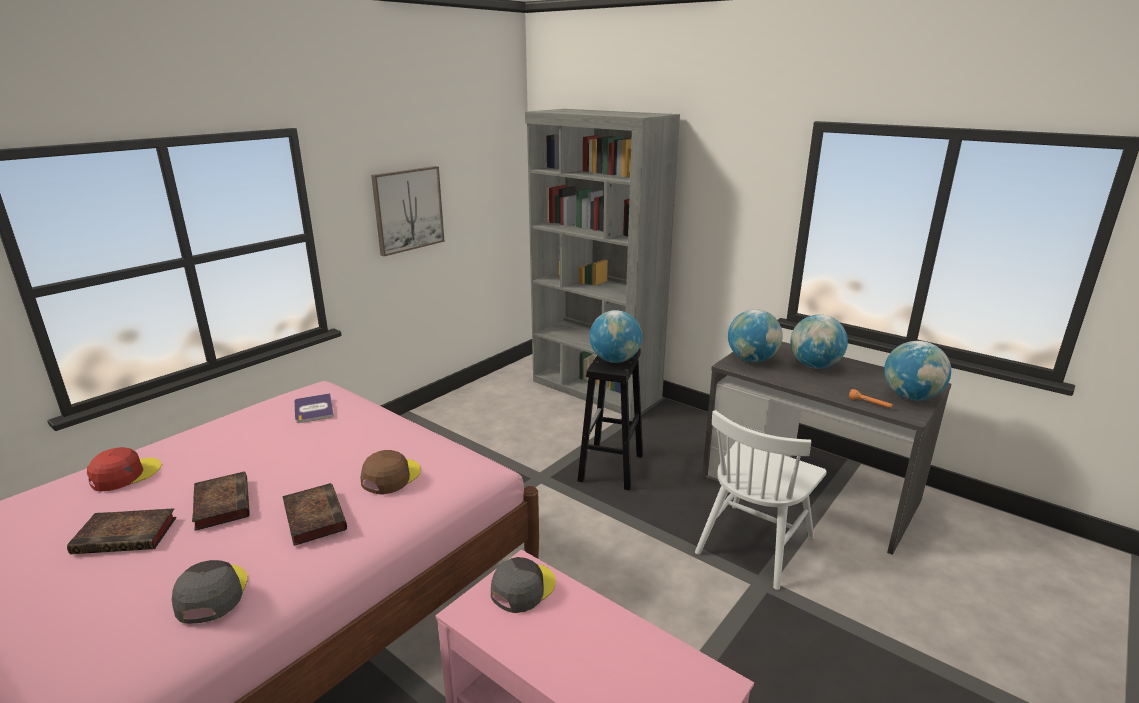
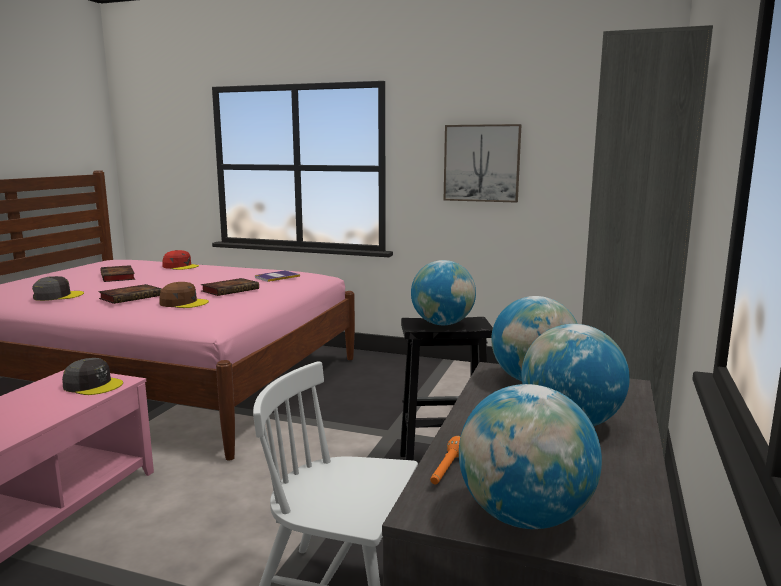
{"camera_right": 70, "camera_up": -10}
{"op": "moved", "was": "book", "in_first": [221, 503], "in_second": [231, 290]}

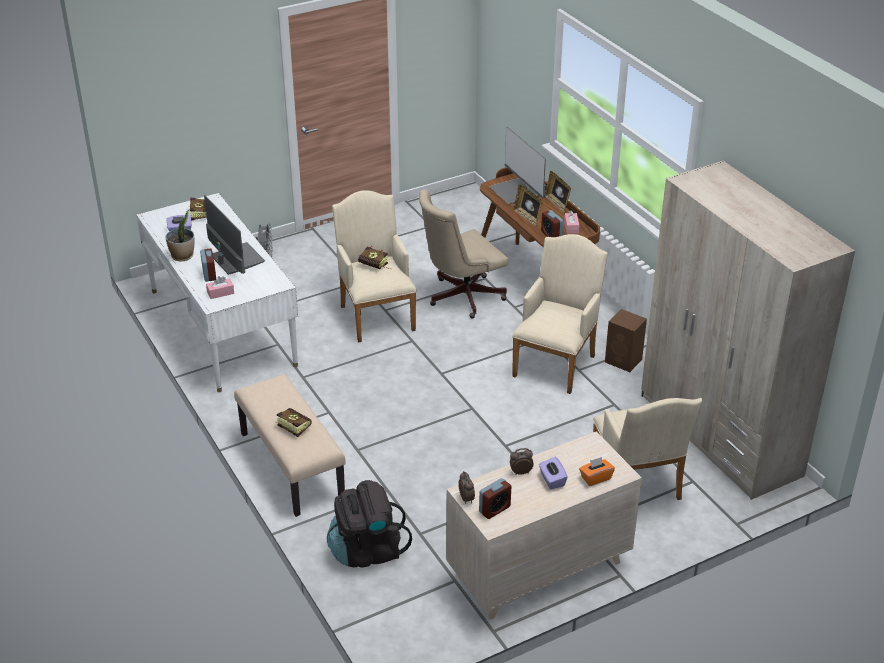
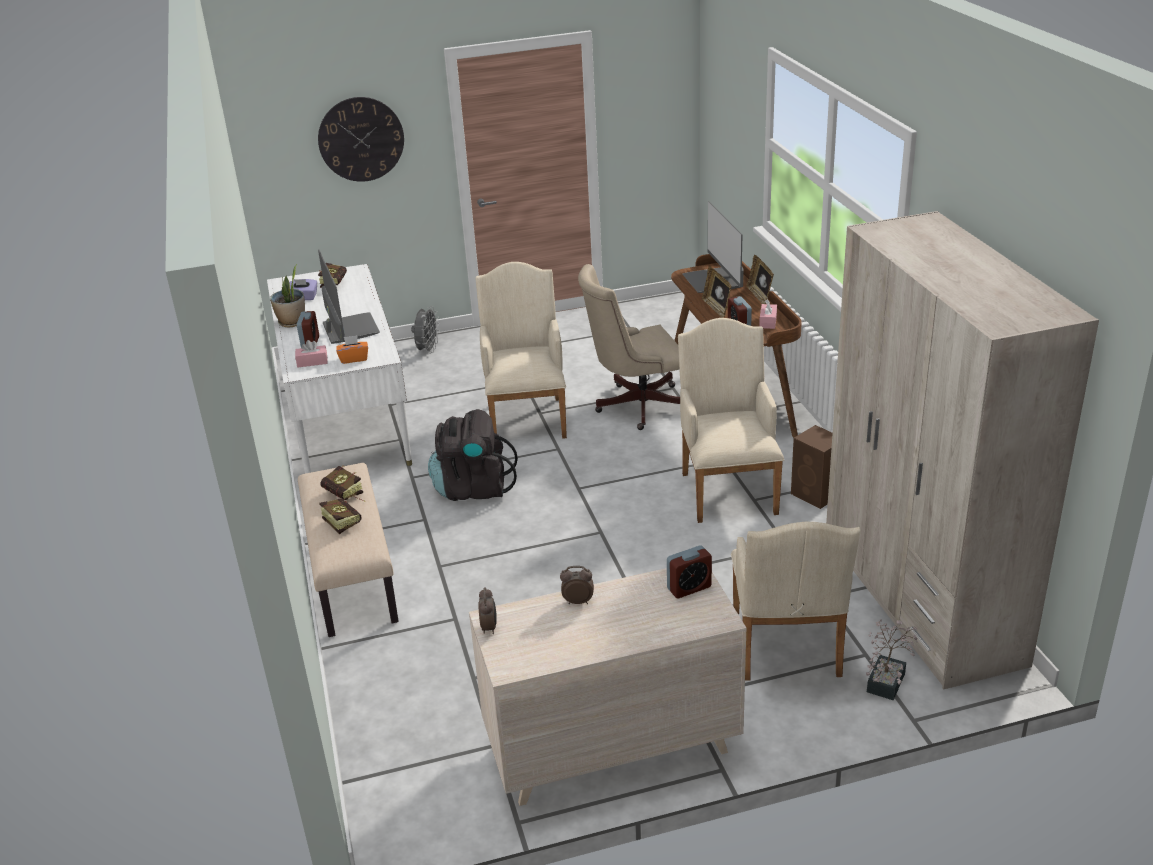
{"camera_right": 15, "camera_up": -5}
{"op": "moved", "was": "black backpack", "in_first": [367, 550], "in_second": [473, 488]}
{"op": "moved", "was": "book", "in_first": [376, 267], "in_second": [346, 496]}
{"op": "moved", "was": "alarm clock", "in_first": [494, 509], "in_second": [689, 588]}
{"op": "turned", "was": "beige armchair", "in_first": [556, 362], "in_second": [728, 489], "clockwise": -45}
{"op": "removed", "was": "purple tissue box", "in_first": [552, 480]}
{"op": "moved", "was": "orange tissue box", "in_first": [595, 478], "in_second": [354, 359]}
{"op": "added", "now": "wall clock", "in_second": [361, 139]}
{"op": "added", "now": "potted plant", "in_second": [888, 679]}

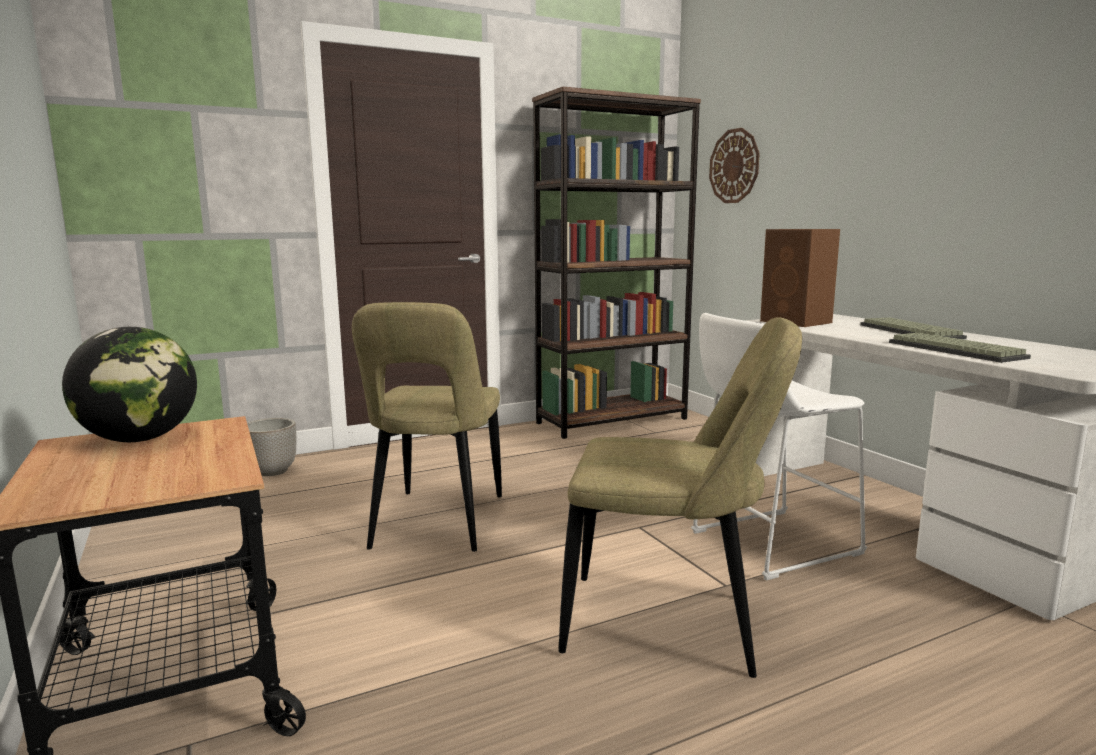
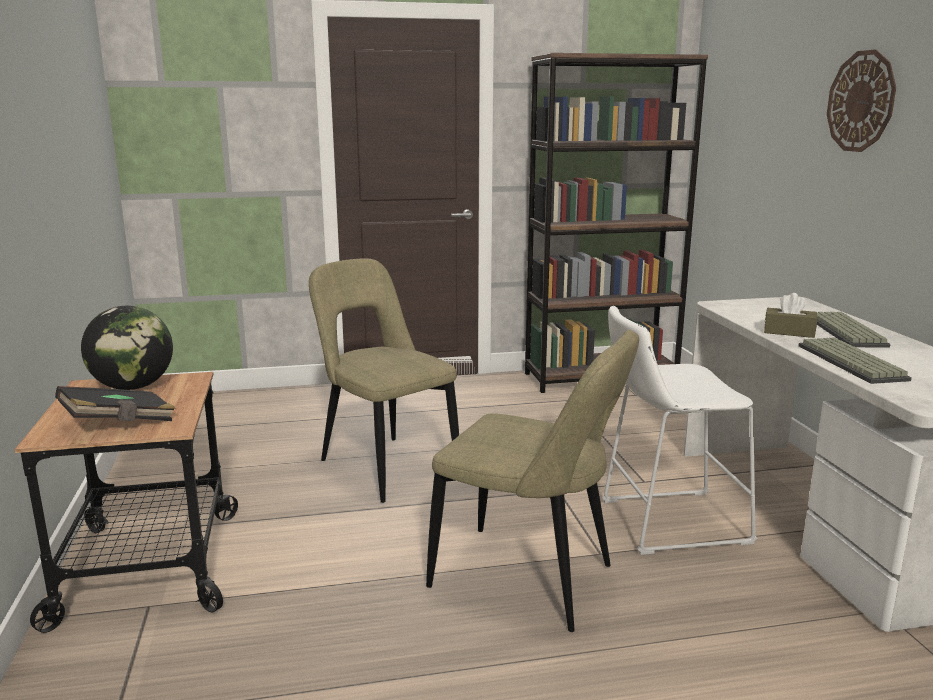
{"camera_right": 15, "camera_up": 5}
{"op": "removed", "was": "planter", "in_first": [273, 472]}
{"op": "turned", "was": "beige chair", "in_first": [436, 525], "in_second": [385, 465], "clockwise": 120}
{"op": "moved", "was": "wall clock", "in_first": [734, 166], "in_second": [861, 101]}
{"op": "removed", "was": "brown speaker", "in_first": [797, 322]}
{"op": "added", "now": "black book", "in_second": [119, 423]}
{"op": "added", "now": "brown tissue box", "in_second": [789, 332]}

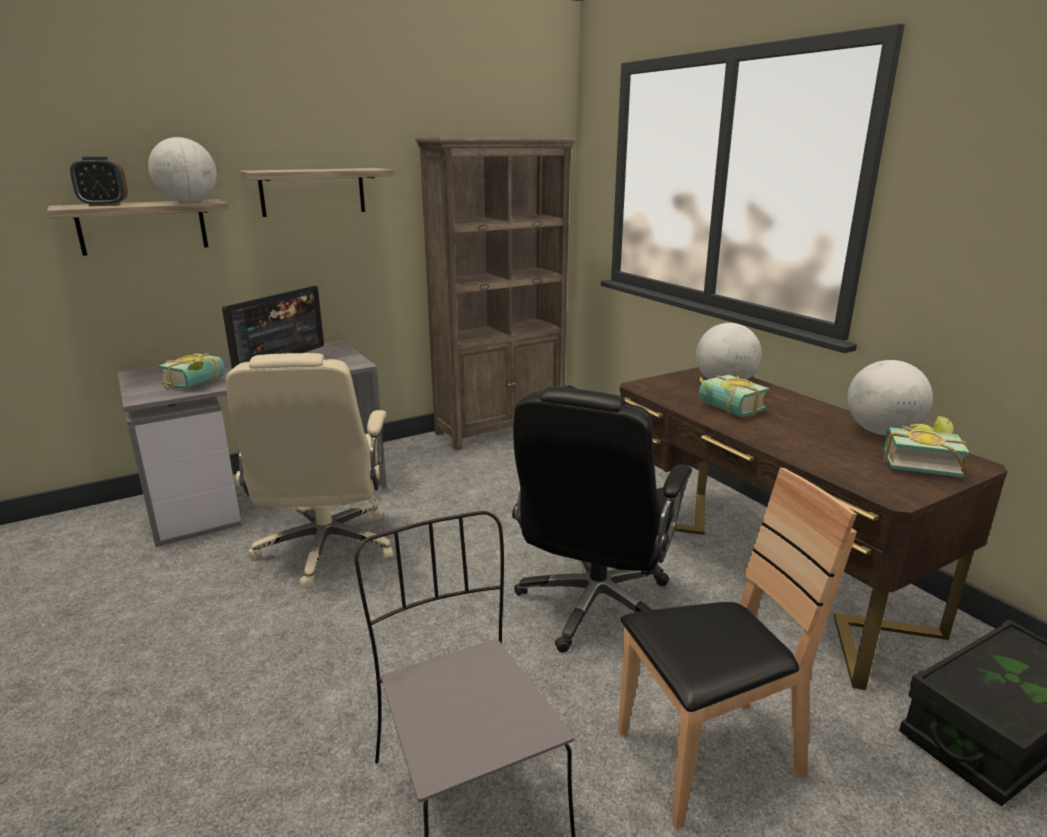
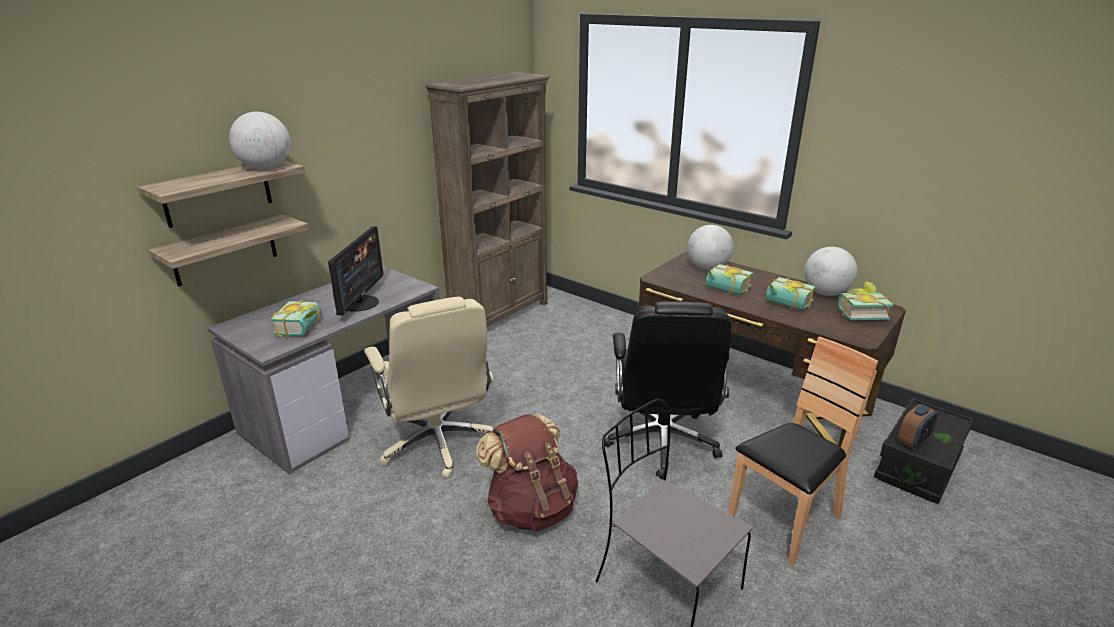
{"camera_right": -20, "camera_up": 5}
{"op": "moved", "was": "alarm clock", "in_first": [104, 205], "in_second": [913, 442]}
{"op": "moved", "was": "shelf", "in_first": [313, 192], "in_second": [225, 250]}
{"op": "added", "now": "brown backpack", "in_second": [531, 508]}
{"op": "added", "now": "book", "in_second": [786, 305]}

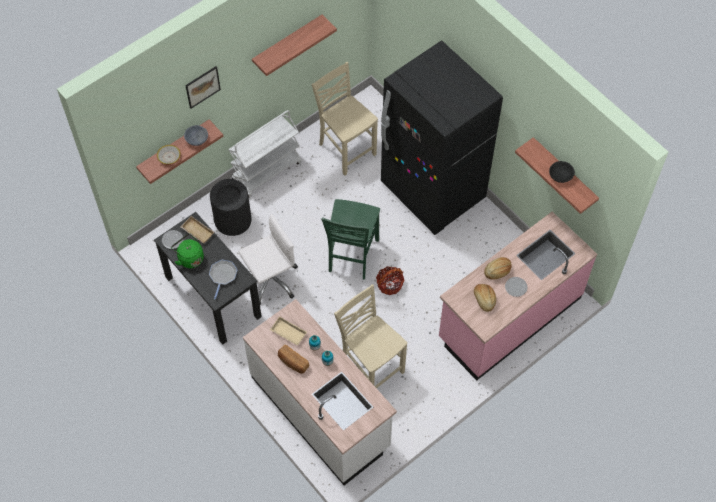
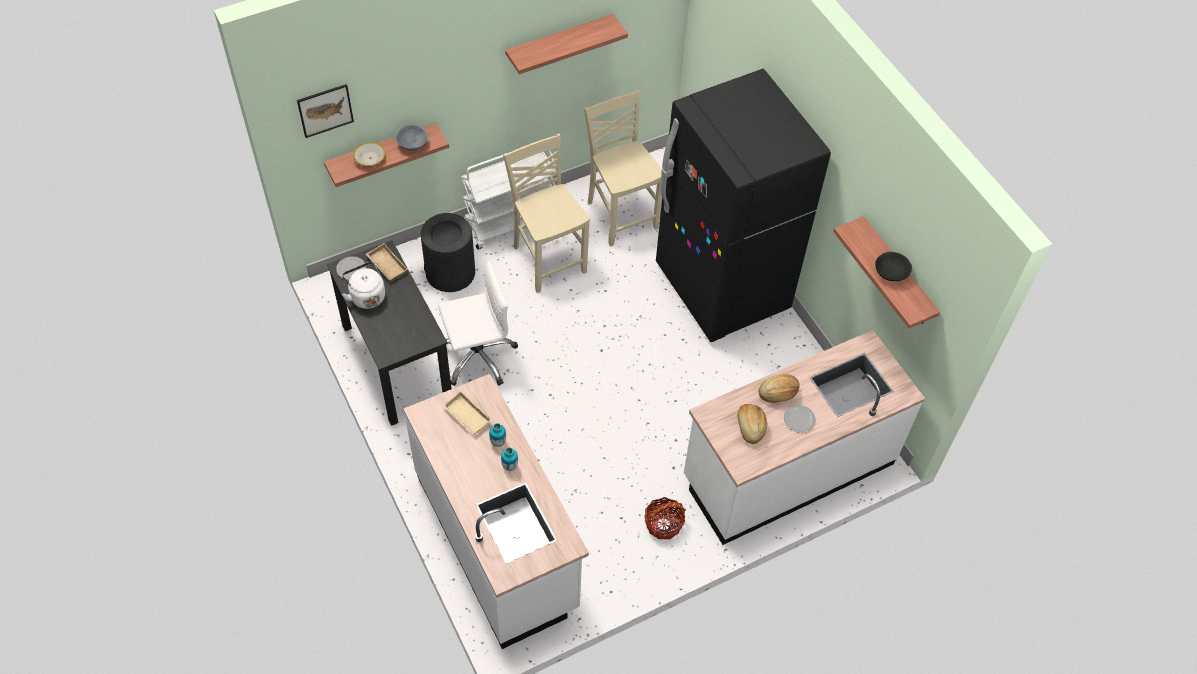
{"camera_right": 10, "camera_up": -5}
{"op": "recoloured", "was": "green kettle", "now": "white kettle", "in_first": [189, 258], "in_second": [366, 295]}
{"op": "moved", "was": "picture", "in_first": [202, 87], "in_second": [325, 110]}
{"op": "removed", "was": "frying pan", "in_first": [222, 275]}
{"op": "removed", "was": "bread", "in_first": [293, 362]}
{"op": "removed", "was": "green chair", "in_first": [352, 256]}
{"op": "moved", "was": "beige chair", "in_first": [371, 367], "in_second": [548, 259]}
{"op": "moved", "was": "basket", "in_first": [389, 284], "in_second": [663, 524]}
{"op": "recoloured", "was": "pink counter", "now": "white counter", "in_first": [509, 317], "in_second": [787, 470]}

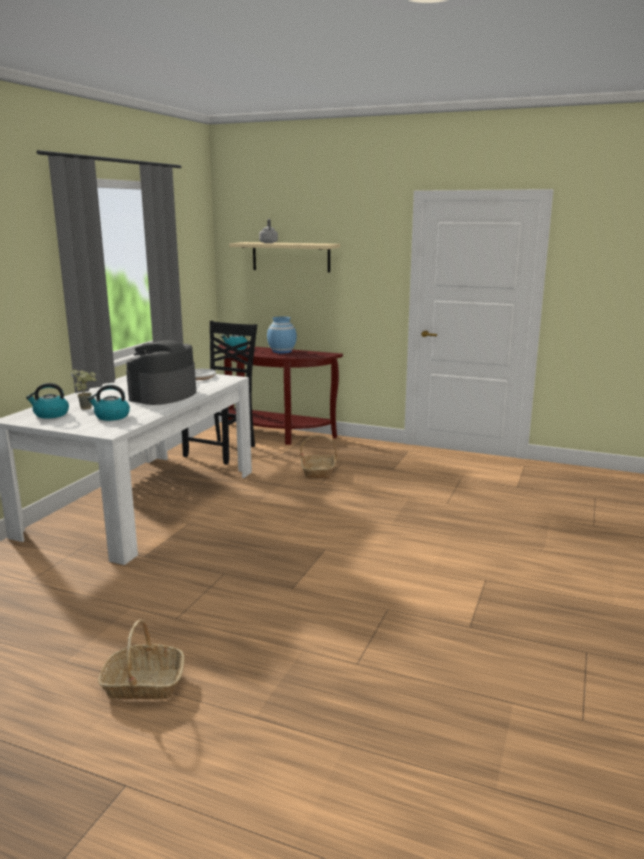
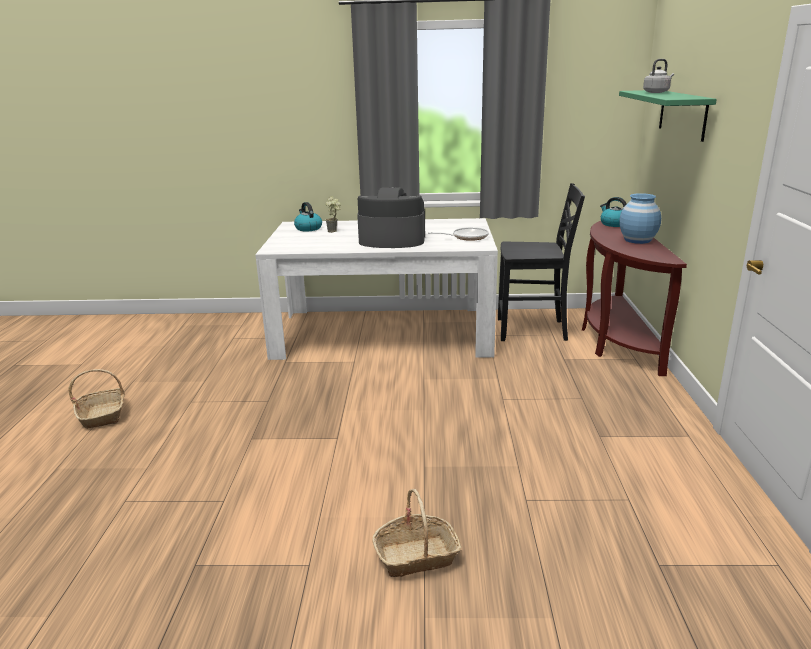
{"camera_right": 70, "camera_up": 5}
{"op": "removed", "was": "kettle", "in_first": [111, 416]}
{"op": "recoloured", "was": "beige shelf", "now": "green shelf", "in_first": [291, 257], "in_second": [682, 114]}
{"op": "moved", "was": "basket", "in_first": [319, 471], "in_second": [416, 556]}

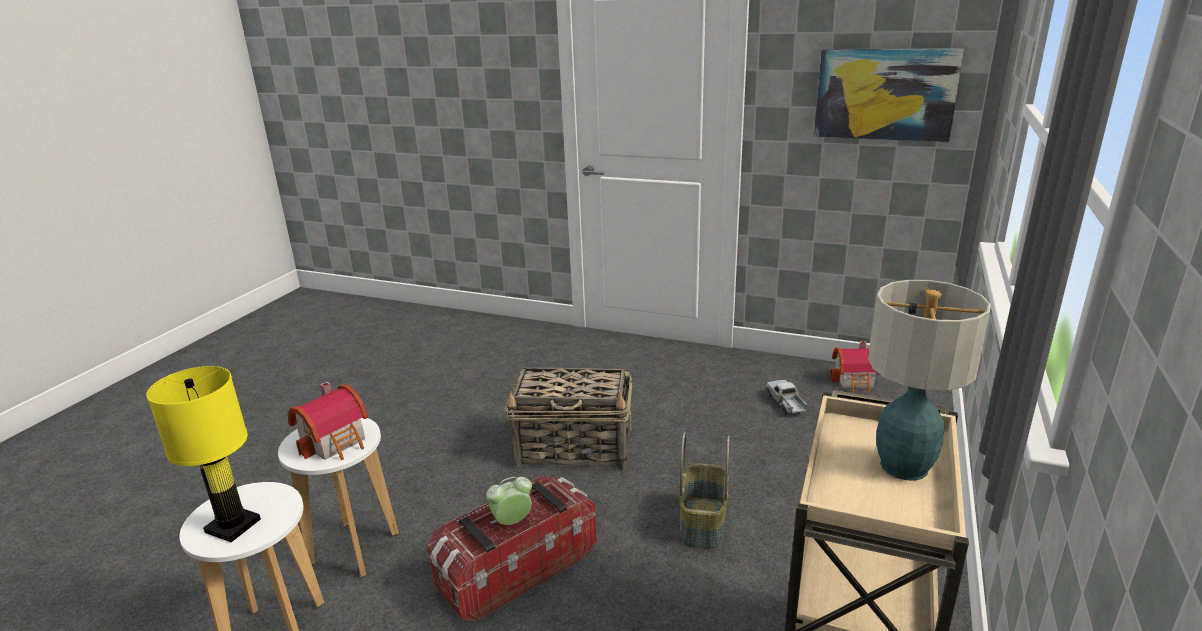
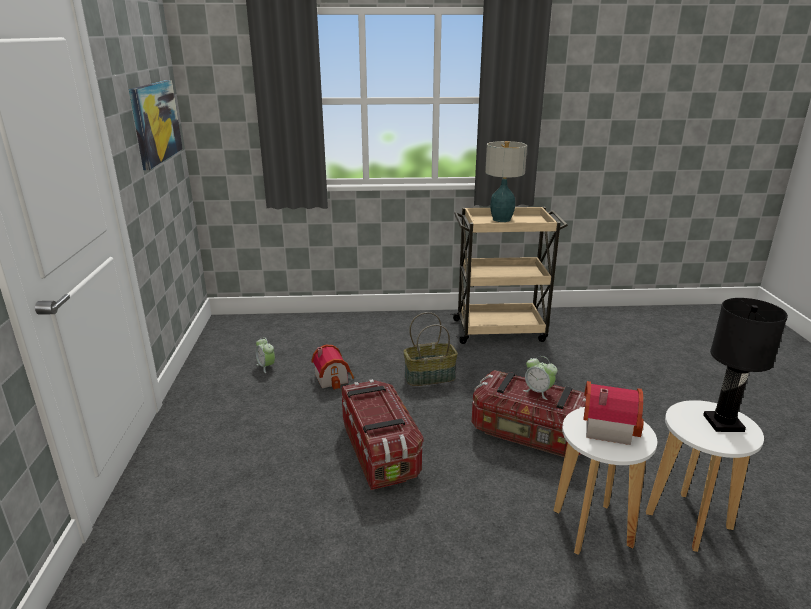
{"camera_right": -115, "camera_up": 0}
{"op": "recoloured", "was": "yellow table lamp", "now": "black table lamp", "in_first": [232, 526], "in_second": [724, 423]}
{"op": "replaced", "was": "basket", "now": "storage box", "in_first": [575, 448], "in_second": [380, 451]}
{"op": "replaced", "was": "toy truck", "now": "alarm clock", "in_first": [786, 403], "in_second": [266, 366]}
{"op": "moved", "was": "toy house", "in_first": [855, 381], "in_second": [333, 378]}

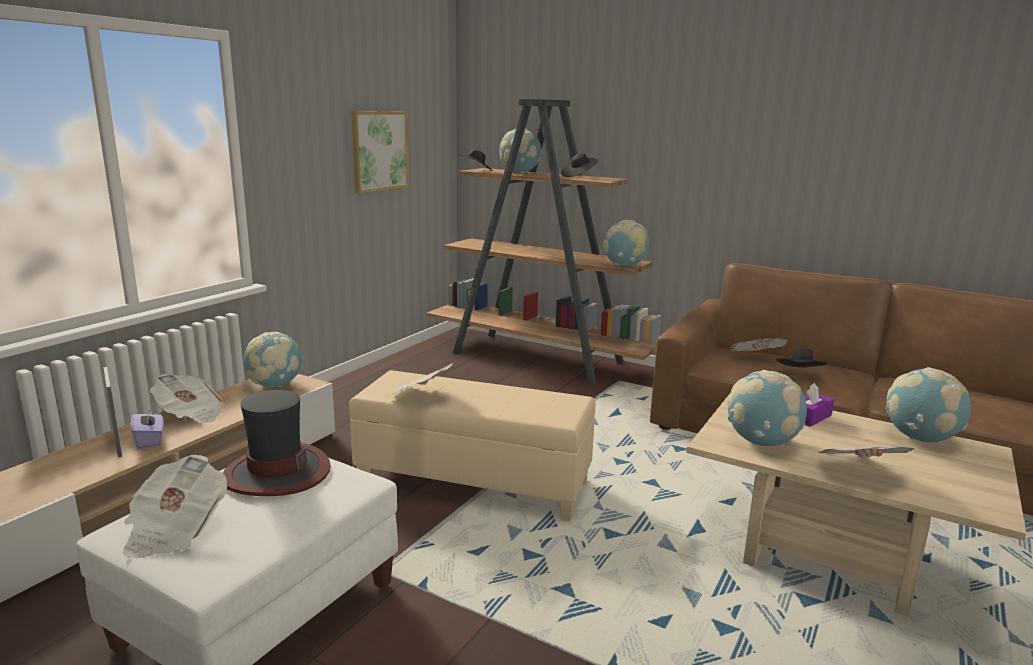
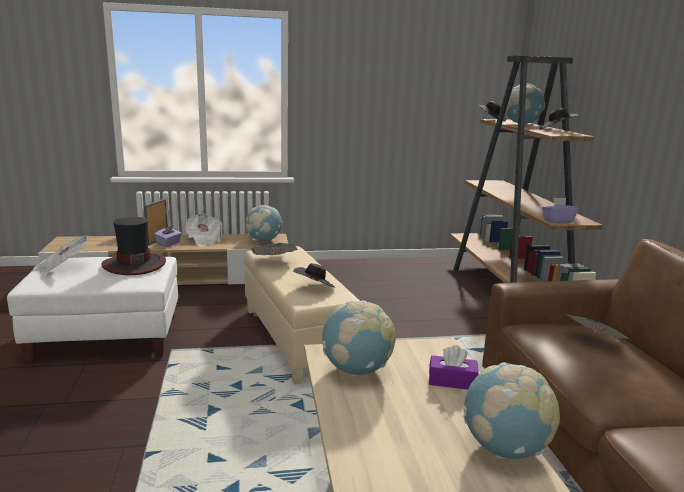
{"camera_right": 50, "camera_up": 0}
{"op": "removed", "was": "picture", "in_first": [379, 150]}
{"op": "replaced", "was": "globe", "now": "purple tissue box", "in_first": [624, 266], "in_second": [557, 220]}
{"op": "moved", "was": "black hat", "in_first": [800, 374], "in_second": [314, 288]}
{"op": "removed", "was": "newspaper", "in_first": [859, 471]}

